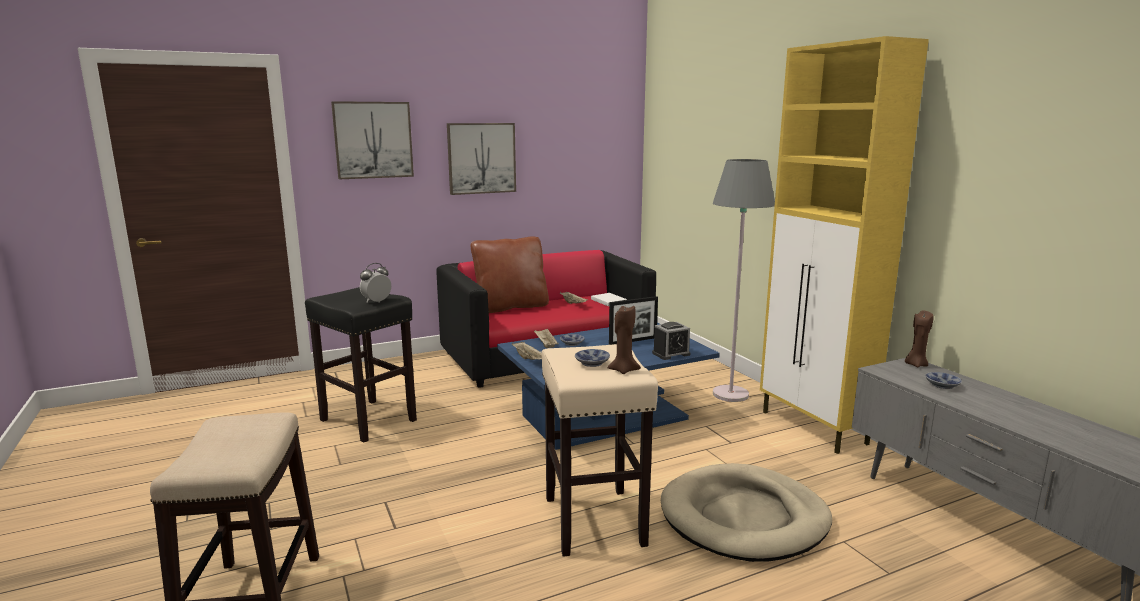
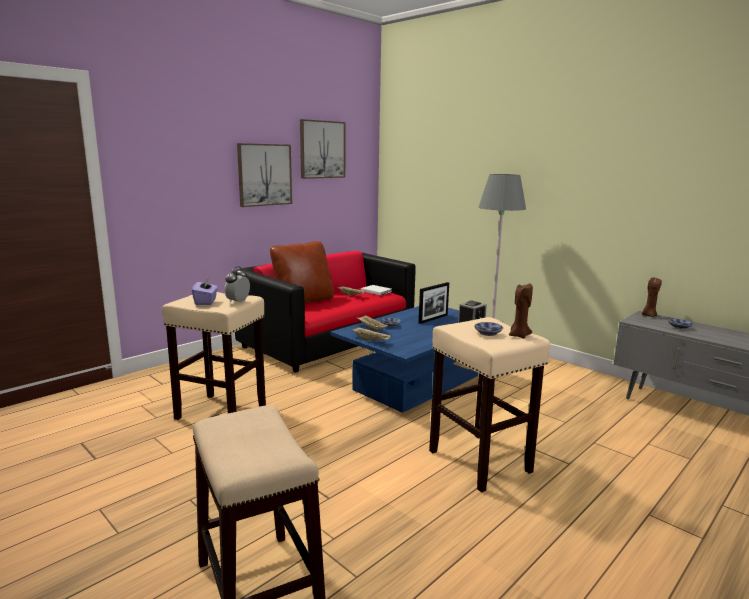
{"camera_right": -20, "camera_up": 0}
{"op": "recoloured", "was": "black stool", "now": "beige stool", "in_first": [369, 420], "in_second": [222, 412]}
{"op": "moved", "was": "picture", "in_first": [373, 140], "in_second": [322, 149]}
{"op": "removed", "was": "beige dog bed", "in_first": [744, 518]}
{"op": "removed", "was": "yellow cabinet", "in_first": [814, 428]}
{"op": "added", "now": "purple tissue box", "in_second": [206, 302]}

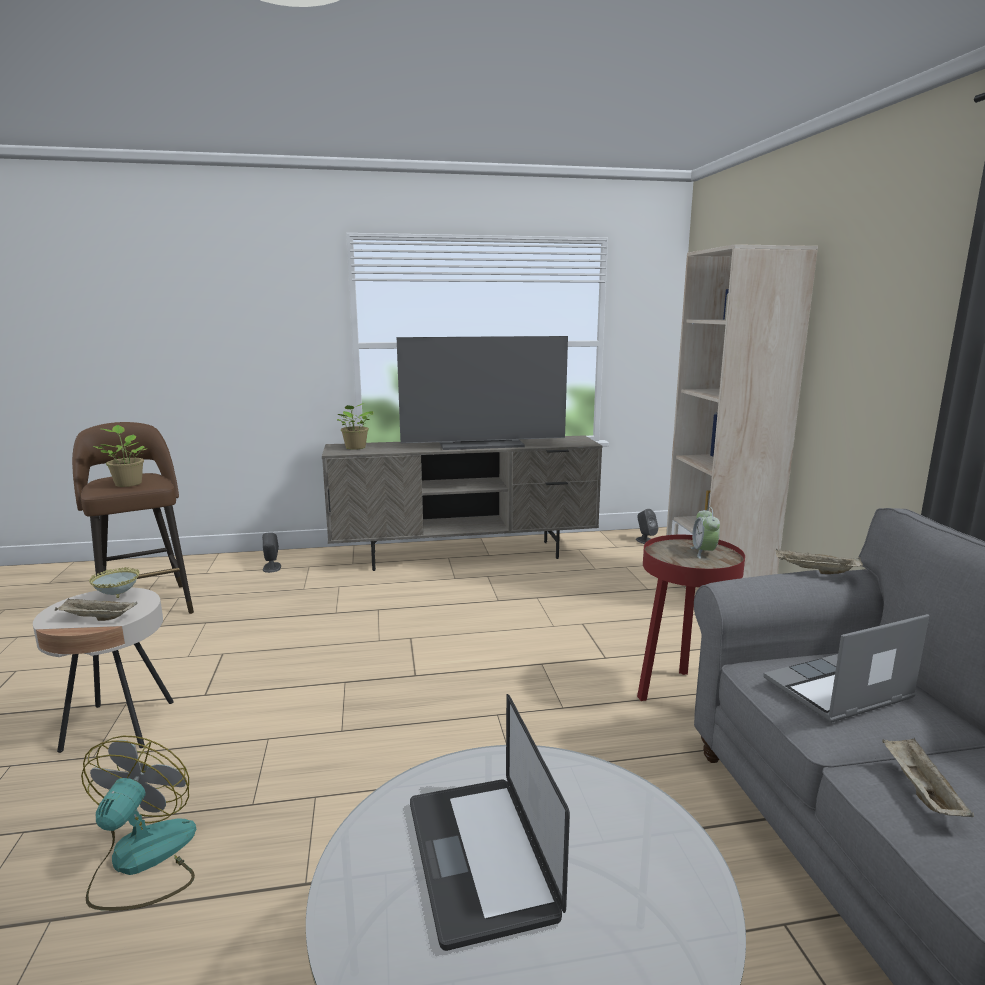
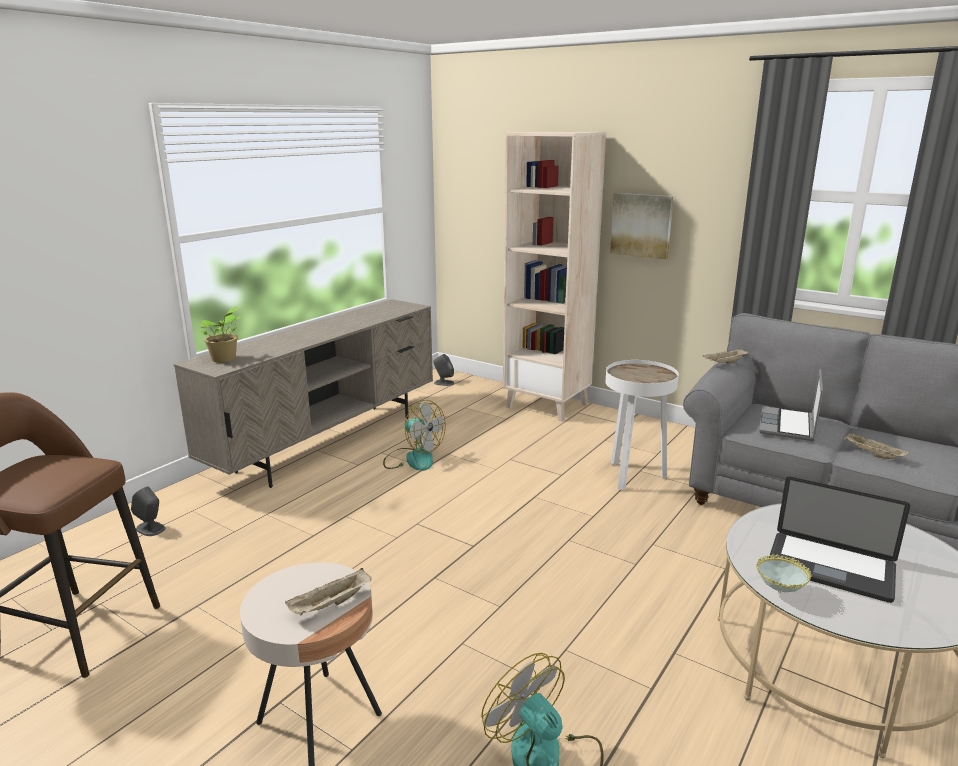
{"camera_right": -45, "camera_up": 5}
{"op": "moved", "was": "bowl", "in_first": [118, 598], "in_second": [779, 592]}
{"op": "removed", "was": "potted plant", "in_first": [128, 483]}
{"op": "removed", "was": "television", "in_first": [482, 444]}
{"op": "recoloured", "was": "red side table", "now": "white side table", "in_first": [681, 695], "in_second": [633, 477]}
{"op": "removed", "was": "alarm clock", "in_first": [703, 553]}
{"op": "added", "now": "fan", "in_second": [413, 459]}
{"op": "added", "now": "picture", "in_second": [641, 225]}

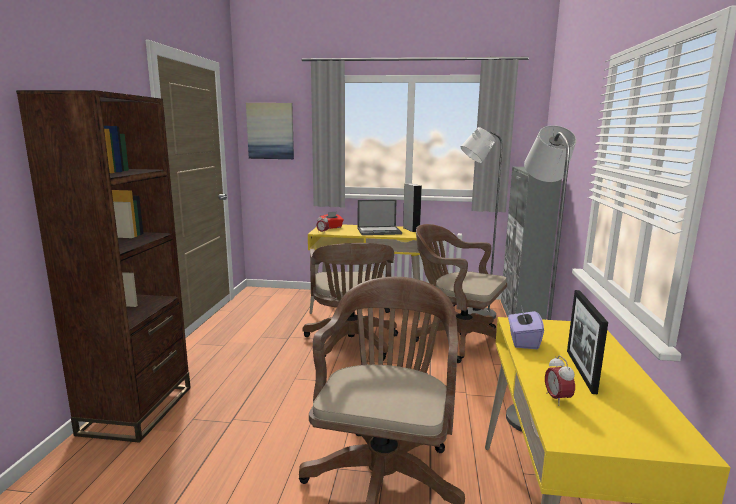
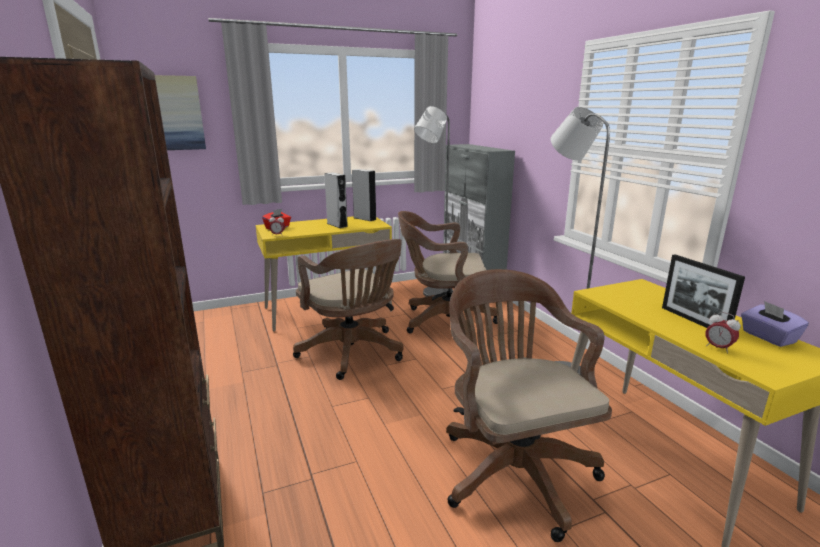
{"camera_right": -30, "camera_up": 5}
{"op": "replaced", "was": "laptop", "now": "grey speaker", "in_first": [379, 231], "in_second": [337, 225]}
{"op": "moved", "was": "purple tissue box", "in_first": [523, 341], "in_second": [768, 337]}

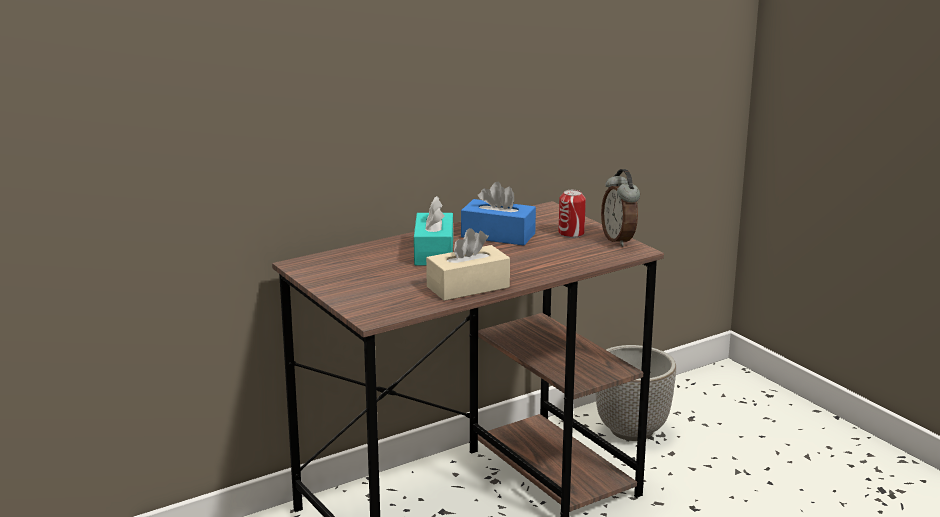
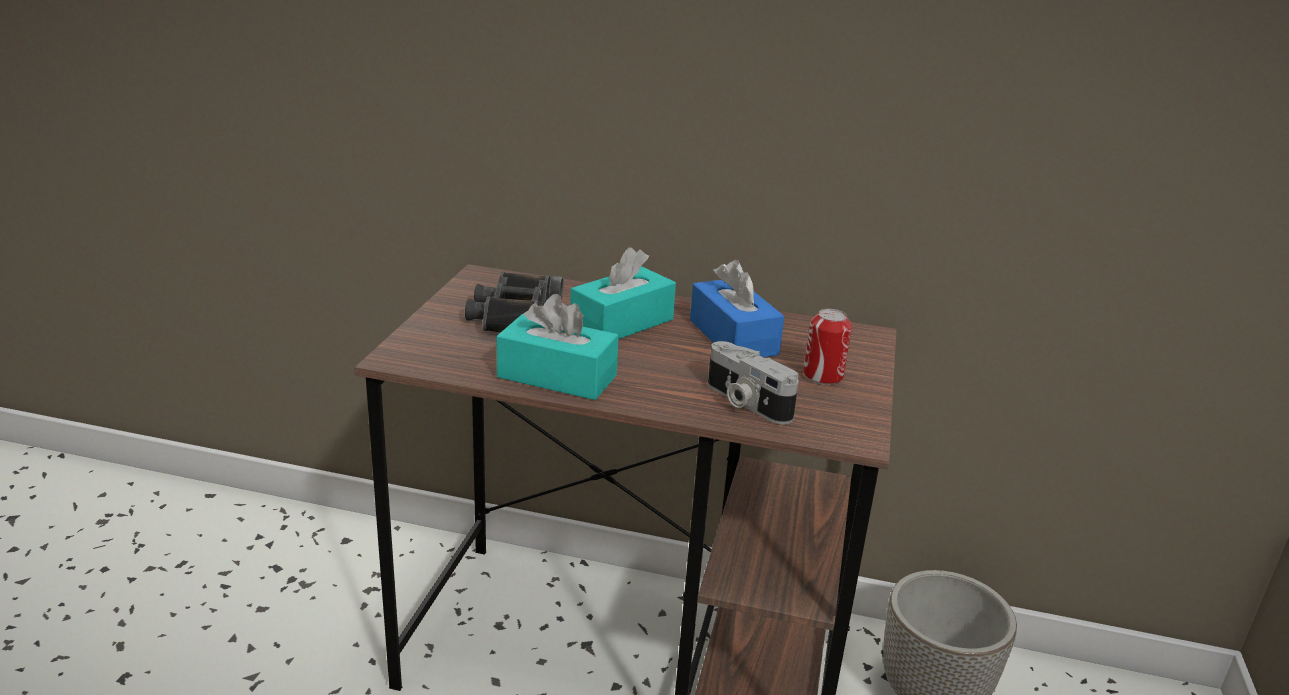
{"camera_right": 45, "camera_up": 5}
{"op": "recoloured", "was": "beige tissue box", "now": "turquoise tissue box", "in_first": [468, 287], "in_second": [557, 376]}
{"op": "removed", "was": "alarm clock", "in_first": [619, 240]}
{"op": "added", "now": "black binoculars", "in_second": [515, 315]}
{"op": "added", "now": "photo camera", "in_second": [745, 402]}

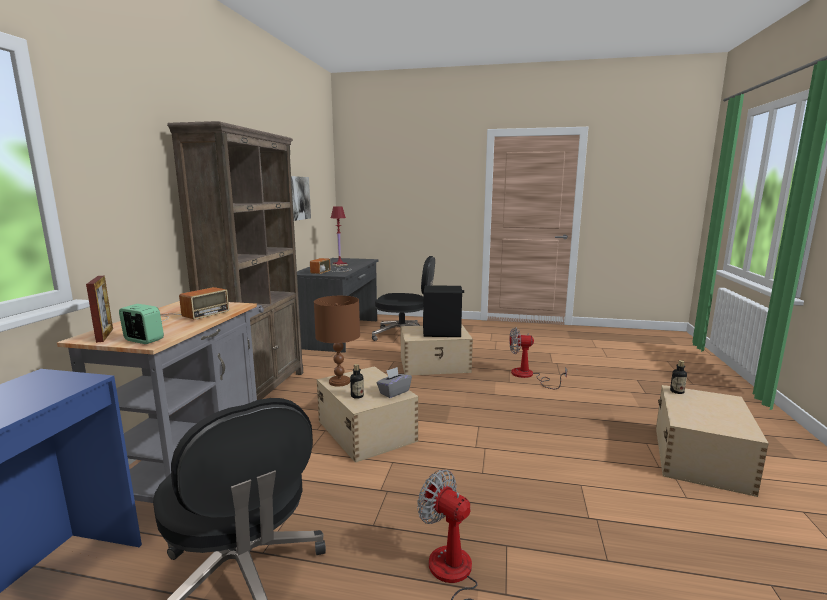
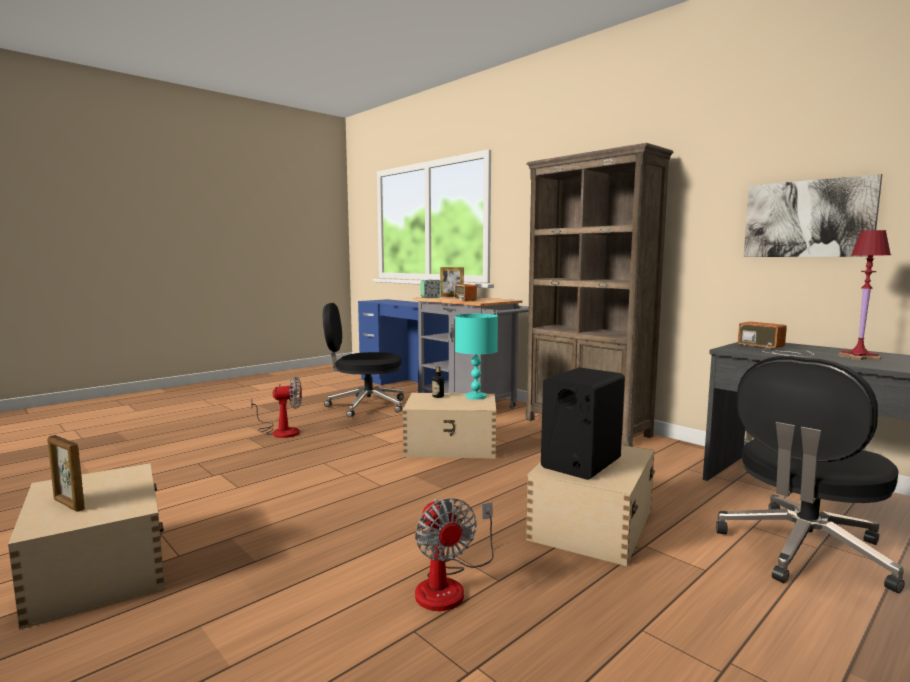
{"camera_right": 125, "camera_up": -5}
{"op": "recoloured", "was": "brown table lamp", "now": "turquoise table lamp", "in_first": [339, 381], "in_second": [476, 397]}
{"op": "removed", "was": "grey tissue box", "in_first": [394, 392]}
{"op": "turned", "was": "fan", "in_first": [528, 376], "in_second": [449, 585], "clockwise": 120}
{"op": "removed", "was": "bottle", "in_first": [677, 391]}
{"op": "added", "now": "picture frame", "in_second": [68, 505]}

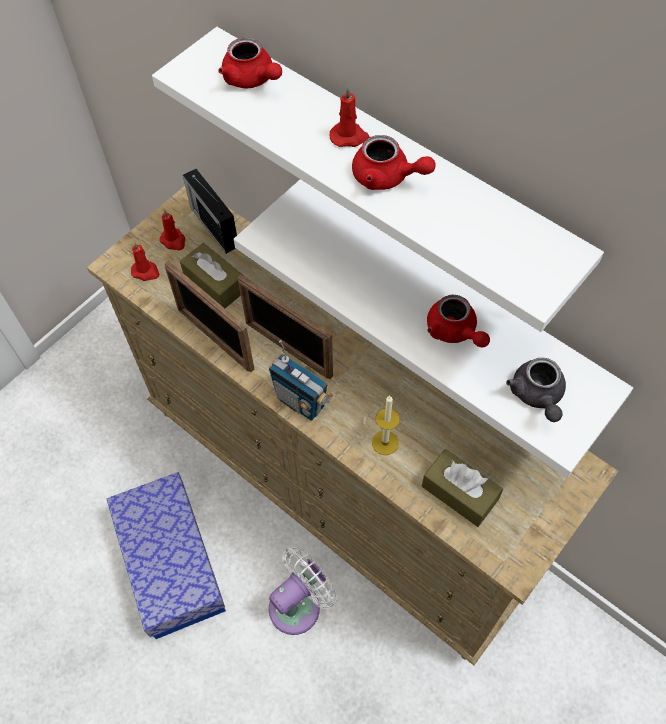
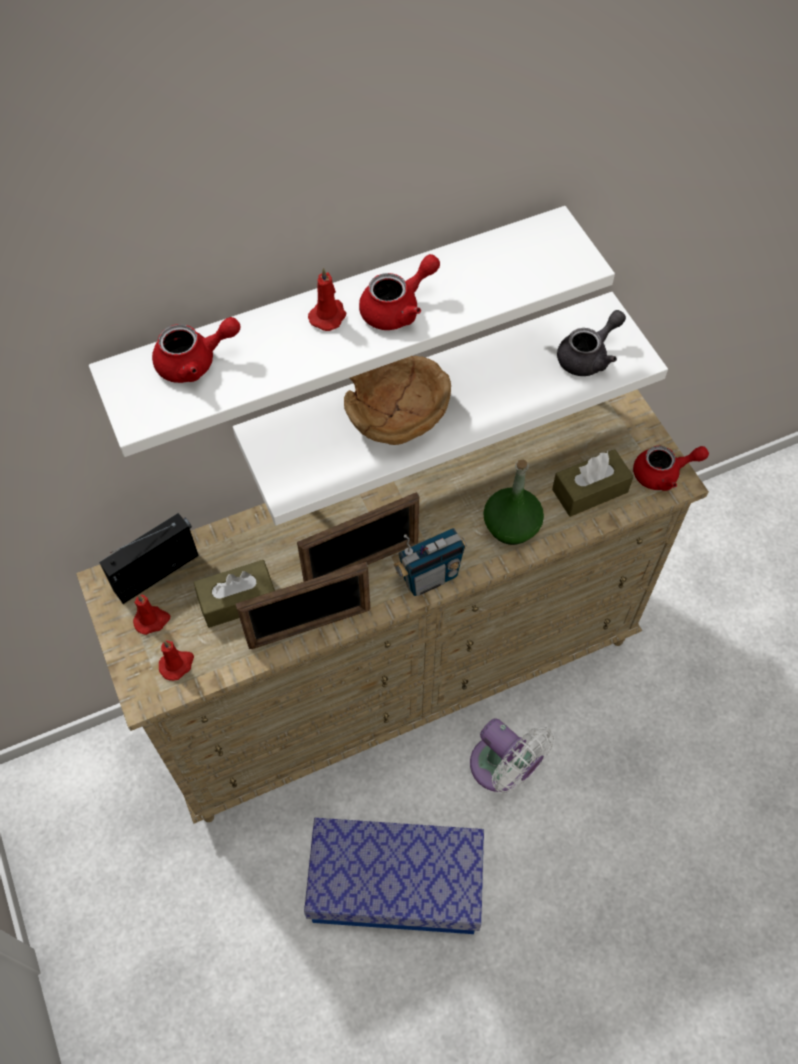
{"camera_right": -65, "camera_up": 0}
{"op": "turned", "was": "radio", "in_first": [213, 225], "in_second": [158, 572], "clockwise": 150}
{"op": "turned", "was": "white fan", "in_first": [299, 604], "in_second": [503, 769], "clockwise": 150}
{"op": "replaced", "was": "candle", "now": "green bottle", "in_first": [385, 442], "in_second": [511, 526]}
{"op": "moved", "was": "red teapot", "in_first": [454, 332], "in_second": [663, 474]}
{"op": "turned", "was": "grey teapot", "in_first": [537, 396], "in_second": [588, 356], "clockwise": -60}
{"op": "added", "now": "brown bowl", "in_second": [397, 413]}

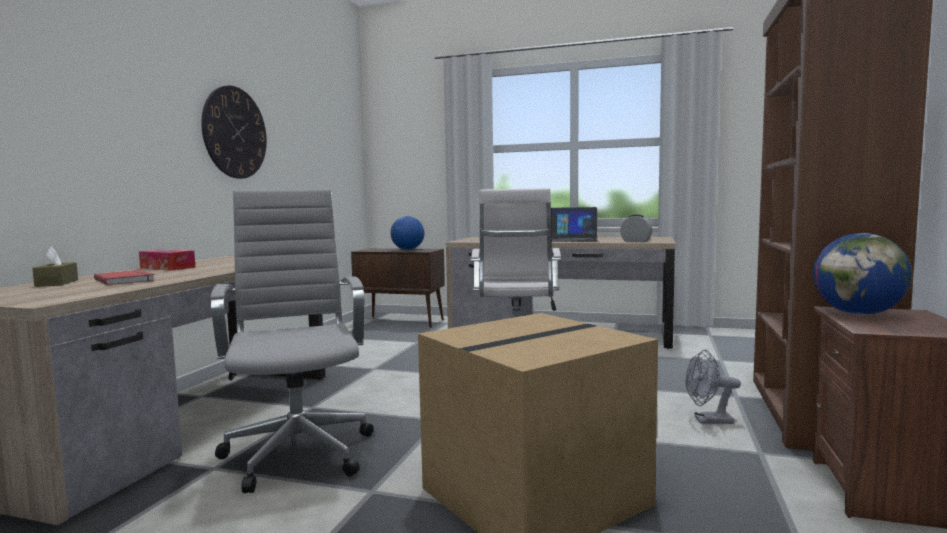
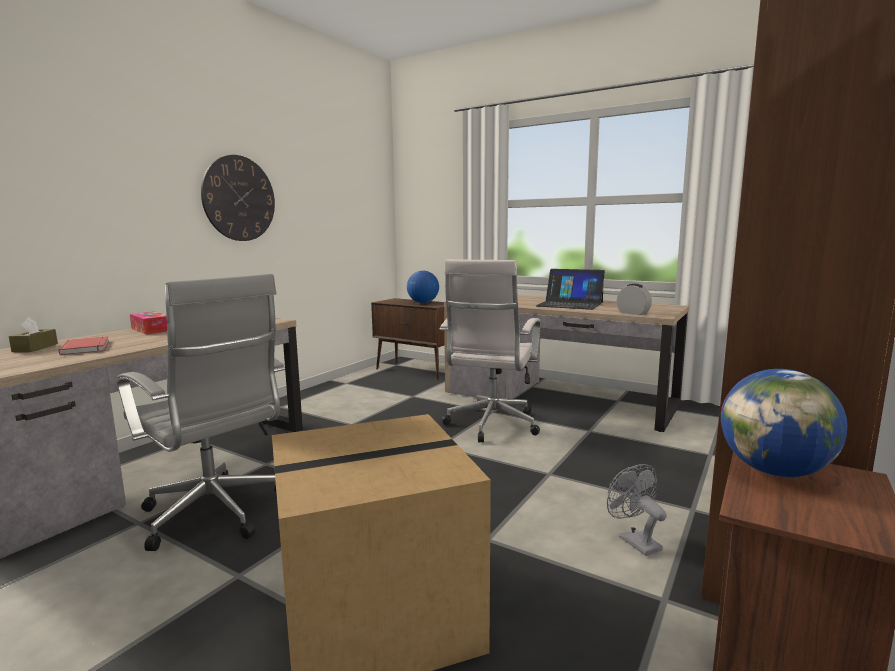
{"camera_right": 15, "camera_up": 5}
{"op": "turned", "was": "grey office chair", "in_first": [298, 451], "in_second": [217, 515], "clockwise": 135}
{"op": "turned", "was": "grey fan", "in_first": [708, 421], "in_second": [634, 541], "clockwise": 45}

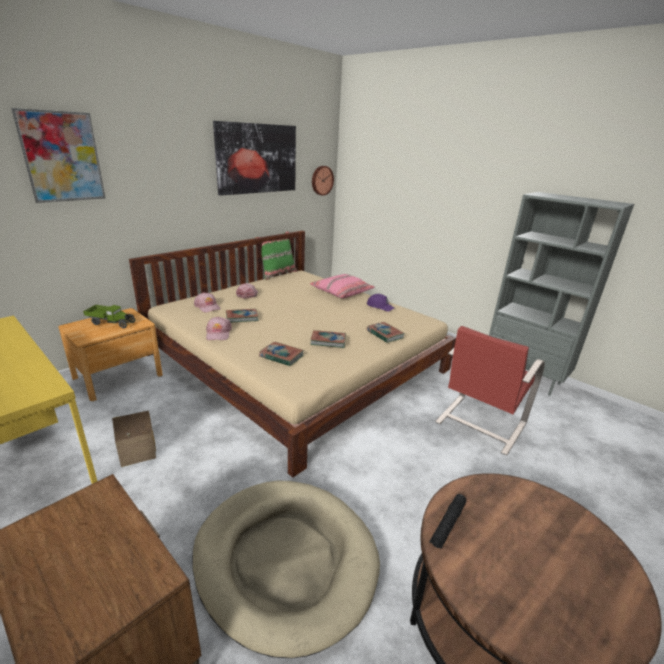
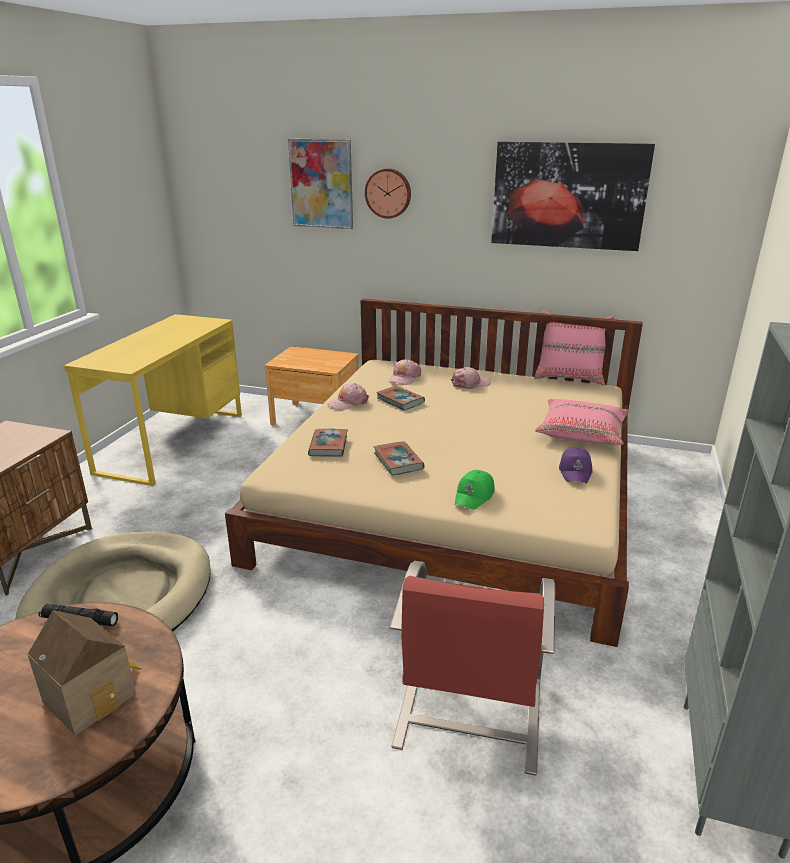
{"camera_right": 65, "camera_up": 0}
{"op": "removed", "was": "toy truck", "in_first": [111, 323]}
{"op": "moved", "was": "toy house", "in_first": [137, 450], "in_second": [93, 695]}
{"op": "recoloured", "was": "green pillow", "now": "pink pillow", "in_first": [277, 274], "in_second": [569, 378]}
{"op": "moved", "was": "wall clock", "in_first": [321, 180], "in_second": [388, 193]}
{"op": "replaced", "was": "book", "now": "green cap", "in_first": [384, 334], "in_second": [475, 496]}
{"op": "turned", "was": "red chair", "in_first": [479, 423], "in_second": [468, 715], "clockwise": -90}

